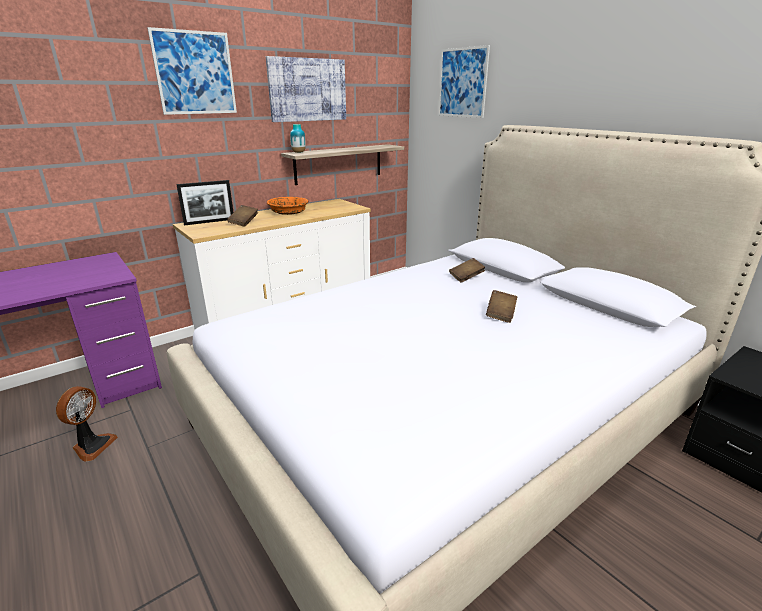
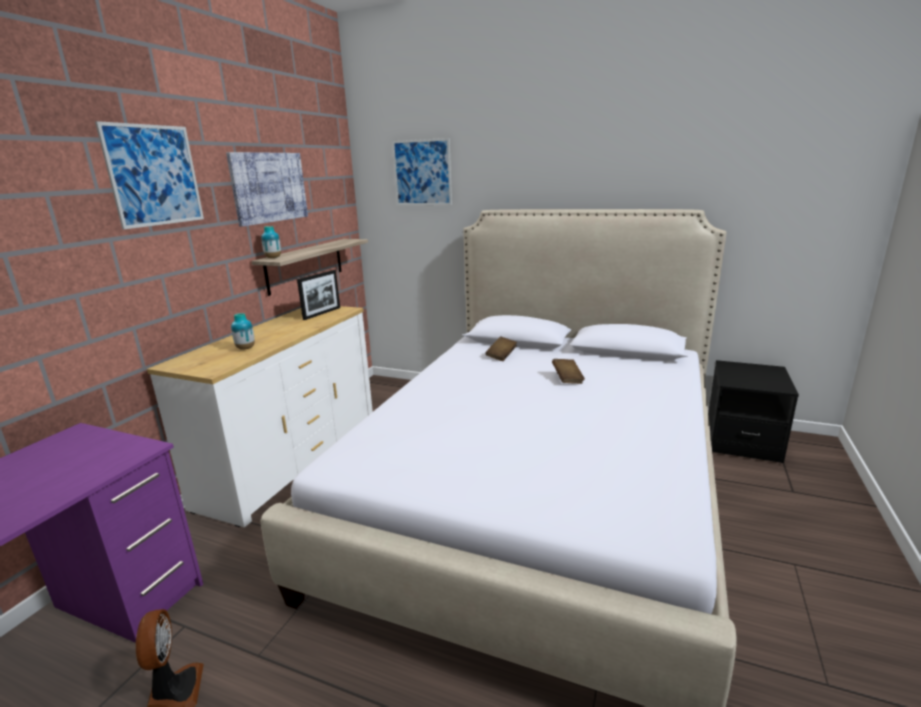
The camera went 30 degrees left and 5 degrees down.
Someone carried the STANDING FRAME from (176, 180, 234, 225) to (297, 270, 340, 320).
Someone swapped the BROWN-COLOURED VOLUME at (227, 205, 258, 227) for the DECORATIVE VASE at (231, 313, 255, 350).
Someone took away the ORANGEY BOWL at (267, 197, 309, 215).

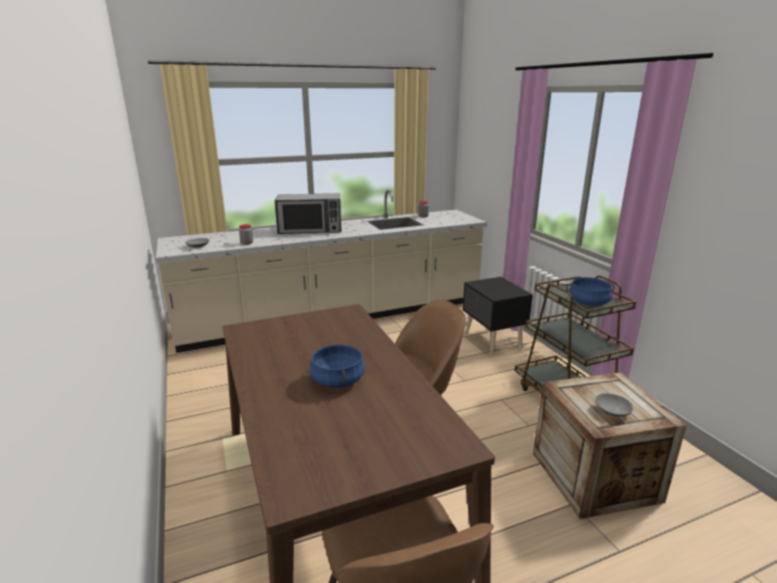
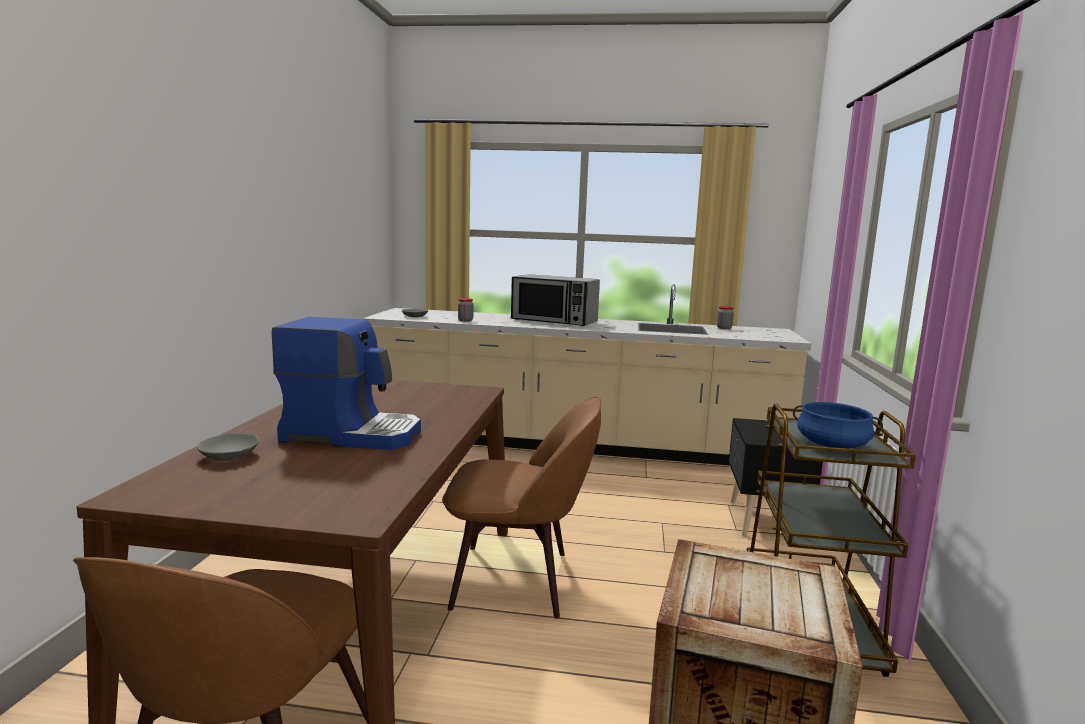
The camera went 30 degrees right and 10 degrees down.
Someone swapped the BLUE-COLOURED SAUCEPOT at (310, 345, 365, 388) for the COFFEE MACHINE at (272, 317, 421, 450).
Someone carried the GRAY BOWL from (595, 393, 634, 417) to (197, 433, 259, 461).

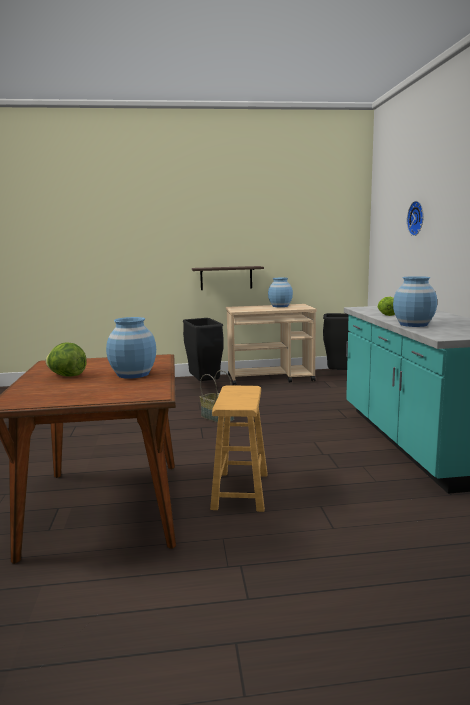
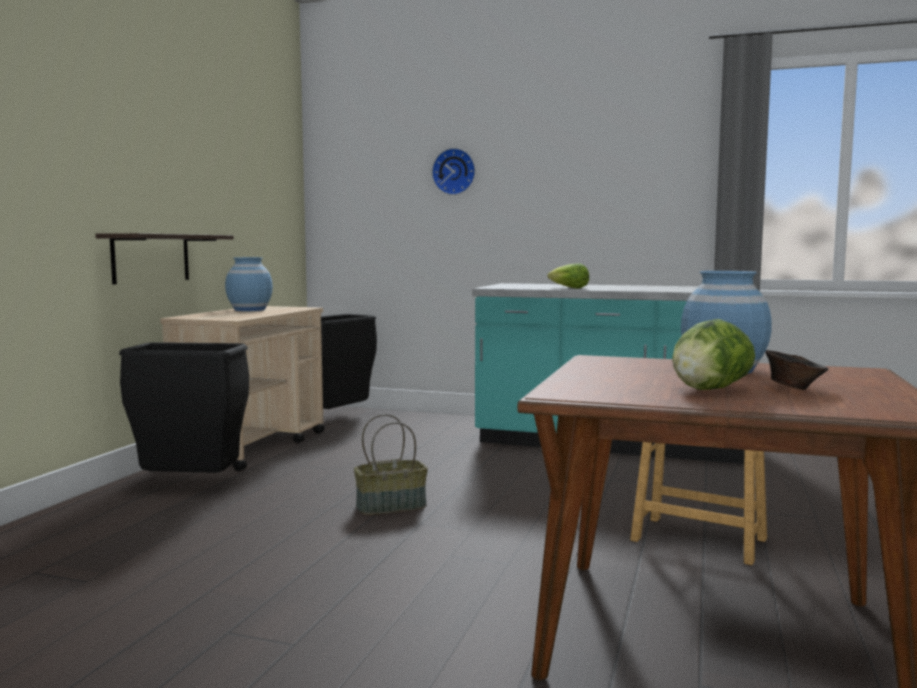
The camera went 65 degrees left and 5 degrees down.
Someone took away the BLUE-COLOURED DECORATIVE VASE at (393, 276, 437, 327).
Someone put down the BROWN-COLOURED BOWL at (765, 350, 828, 390).

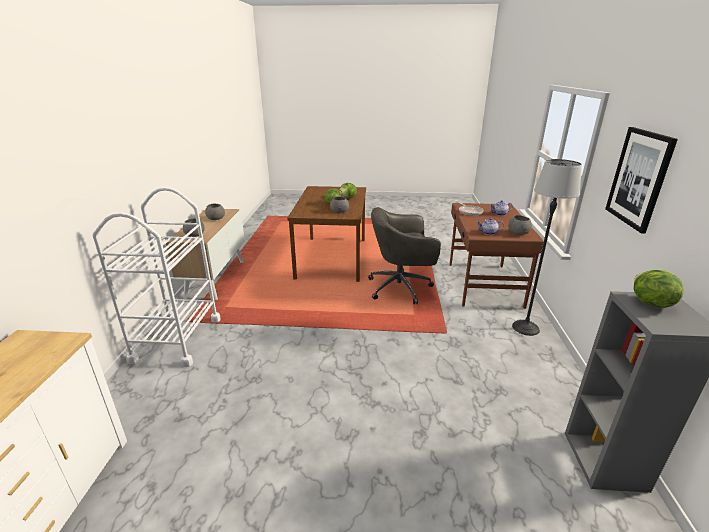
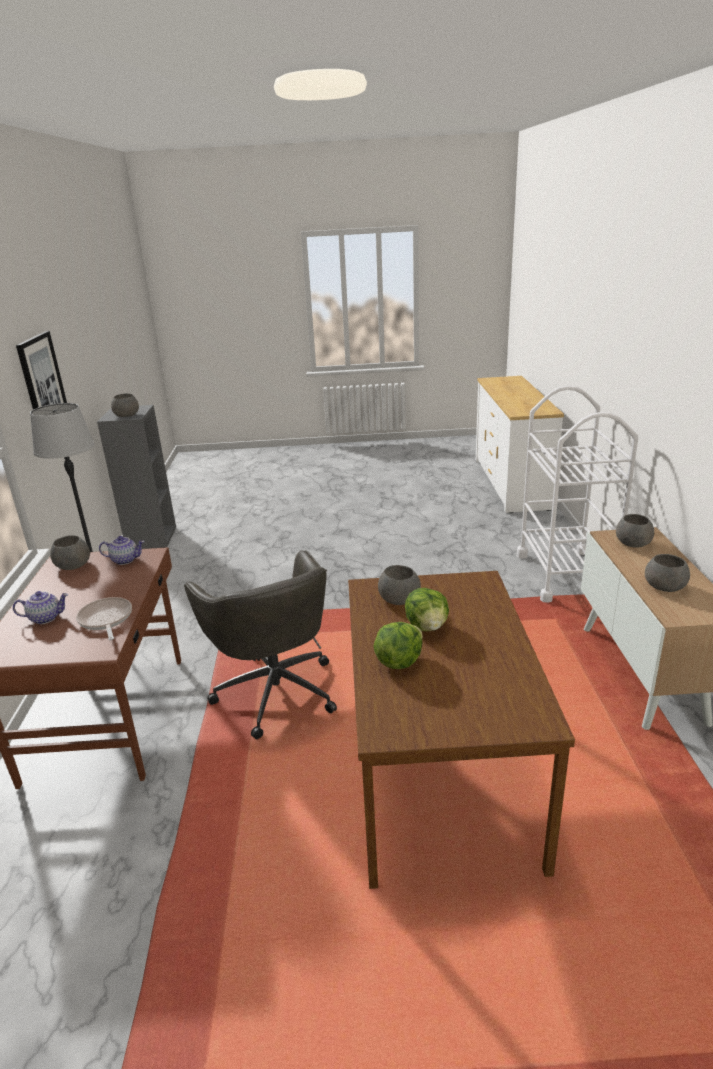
The camera went 175 degrees right and 0 degrees up.
Someone rotated the GRAY OFFICE CHAIR at (368, 207, 441, 304) by 75 degrees clockwise.
Someone swapped the LETTUCE HEAD at (634, 270, 683, 308) for the GRAY BOWL at (111, 393, 139, 417).

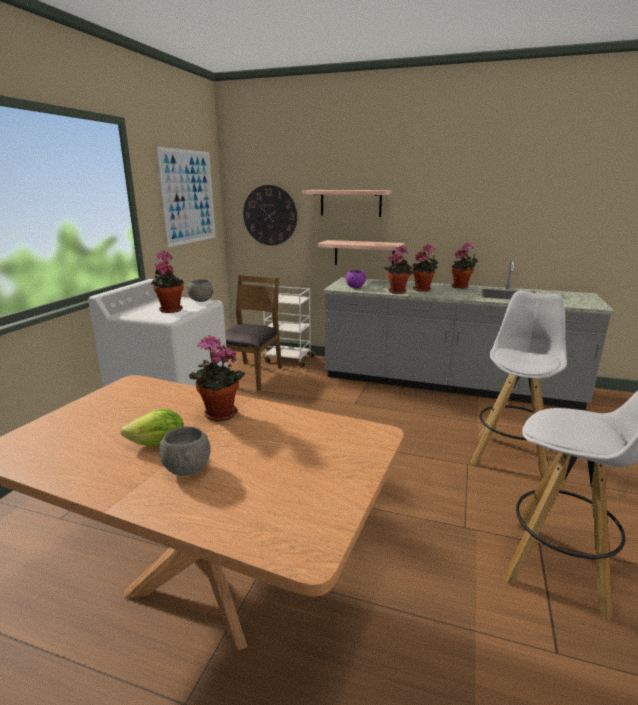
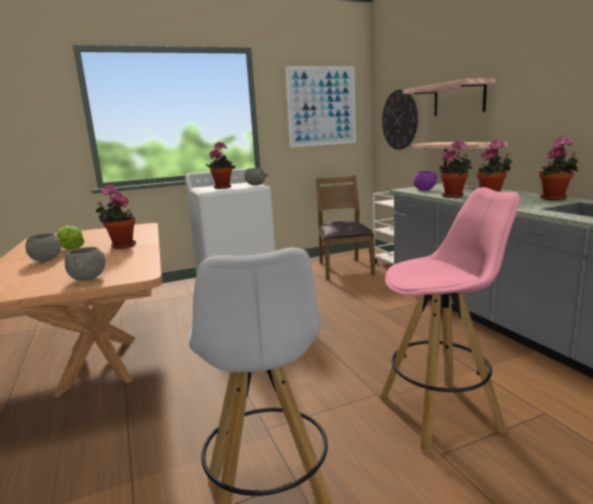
The camera went 50 degrees right and 5 degrees down.
Someone rotated the BROWN-COLOURED UPRIGHT CHAIR at (225, 275, 282, 391) by 75 degrees counterclockwise.
Someone repainted the WHITE-COLOURED SITTING STOOL at (470, 291, 567, 480), which became the PINK SITTING STOOL at (380, 187, 520, 452).
Someone put down the GRAY BOWL at (65, 247, 106, 281).

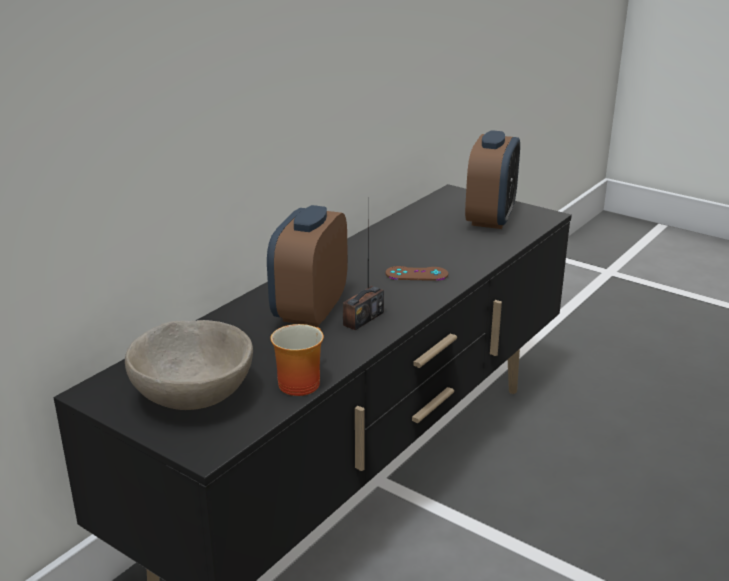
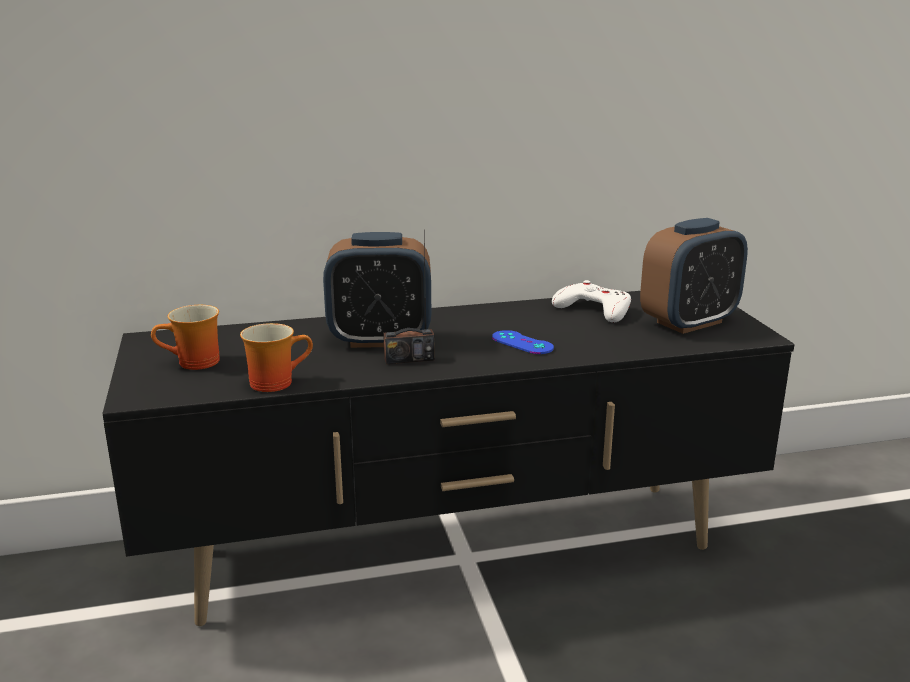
The camera went 40 degrees right and 5 degrees down.
Someone swapped the BEIGE BOWL at (125, 320, 253, 410) for the COFFEE MUG at (151, 305, 220, 370).
Someone rotated the BEDSIDE CLOCK at (267, 205, 348, 327) by 150 degrees counterclockwise.
Someone repainted the BROWN-COLOURED GAMEPAD at (386, 266, 448, 281), which became the BLUE-COLOURED GAMEPAD at (492, 330, 554, 354).
Someone put down the WHITE-COLOURED GAMEPAD at (552, 280, 631, 322).

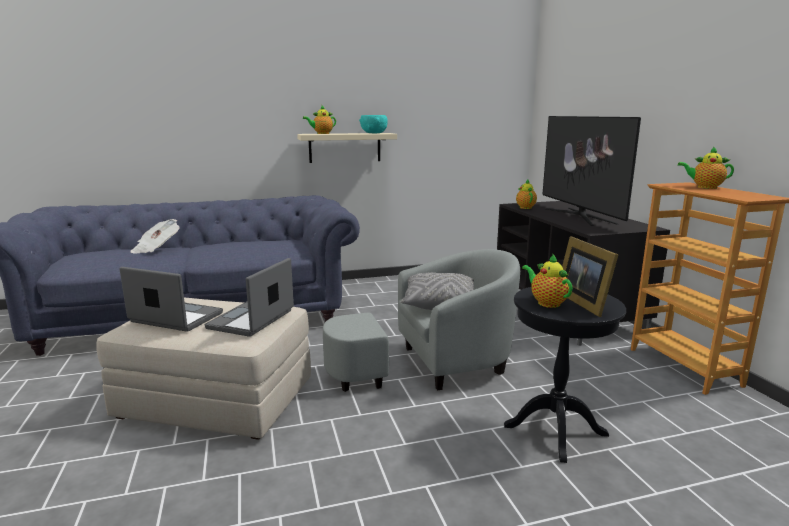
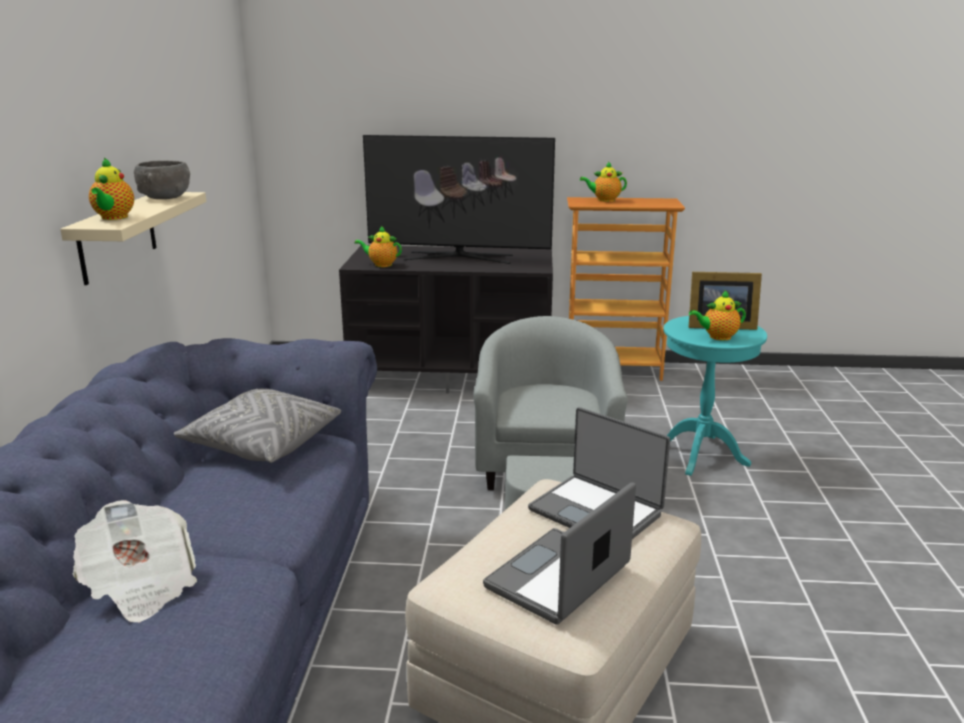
The camera went 70 degrees left and 5 degrees up.
Someone repainted the BLUE-GREEN BOWL at (359, 115, 388, 133), which became the GRAY BOWL at (134, 160, 190, 199).
Someone carried the GRAY THROW PILLOW from (401, 272, 474, 310) to (174, 389, 341, 463).
Someone repainted the BLACK-COLOURED ACCENT TABLE at (504, 287, 626, 463), which became the BLUE-GREEN ACCENT TABLE at (663, 316, 767, 476).
Someone rotated the TEAPOT at (678, 147, 734, 189) by 45 degrees clockwise.

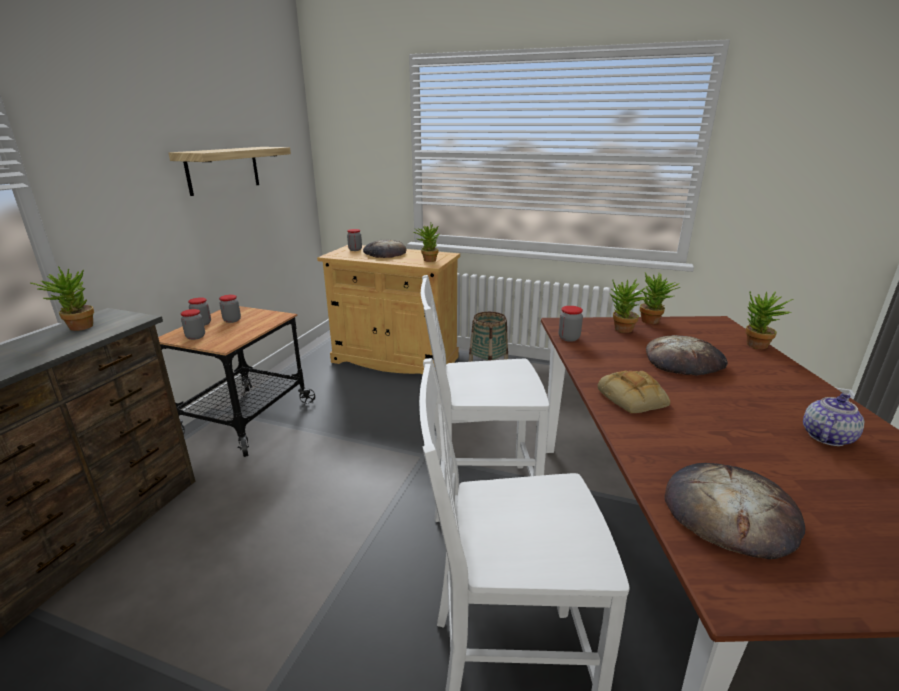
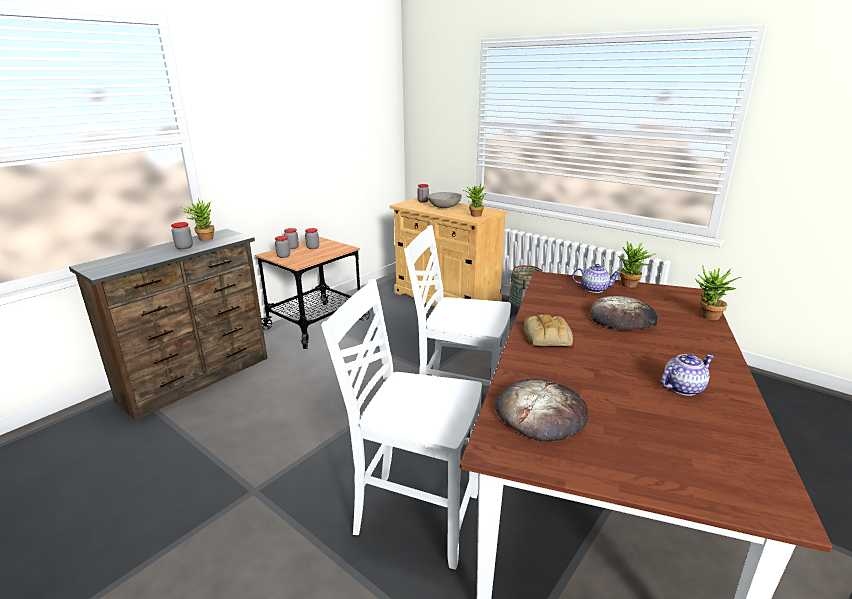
The camera went 20 degrees right and 0 degrees up.
Someone took away the BRACKET SHELF at (168, 147, 291, 196).
Someone swapped the BAKED BREAD at (363, 240, 406, 258) for the GRAY BOWL at (427, 192, 462, 208).
Someone carried the PRESERVE JAR from (559, 306, 583, 342) to (171, 222, 193, 249).
Someone swapped the HOUSEPLANT at (610, 279, 651, 333) for the TEAPOT at (572, 264, 621, 293).

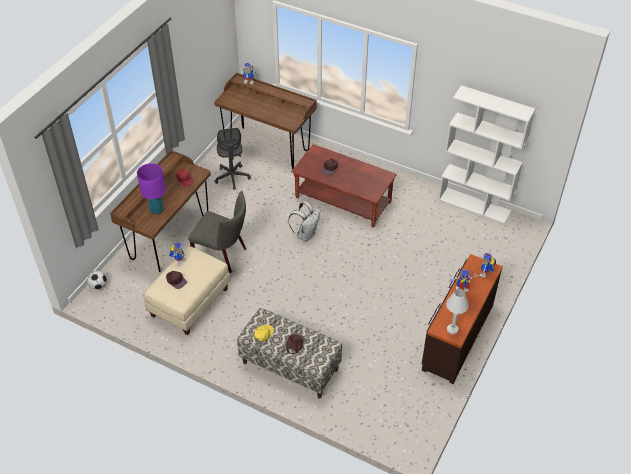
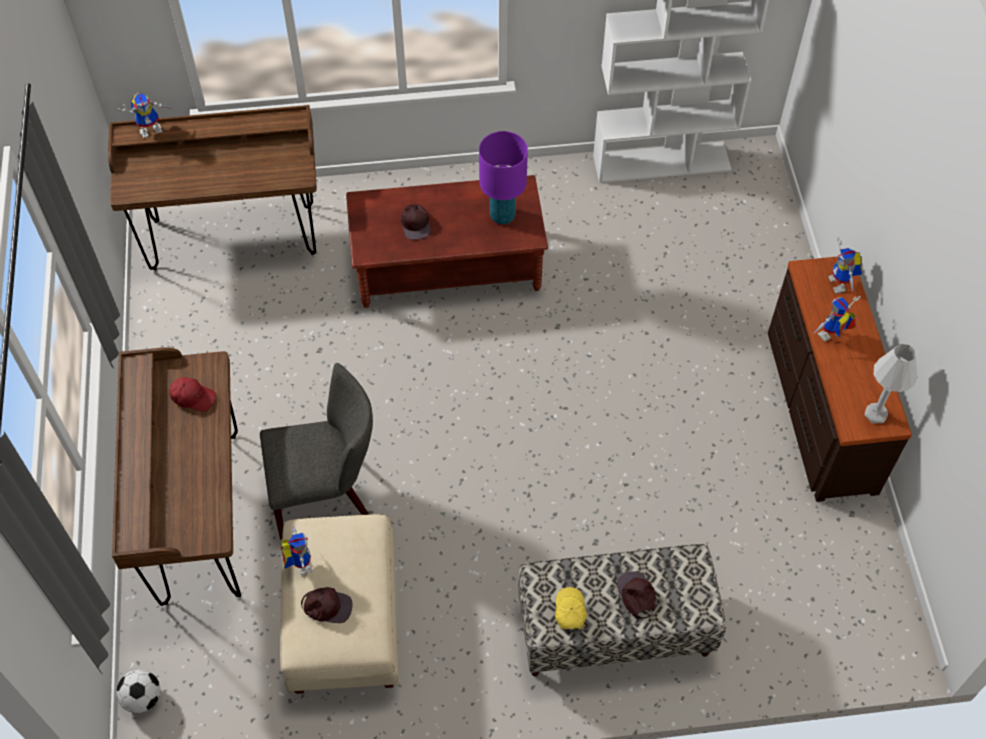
The camera went 35 degrees left and 10 degrees up.
Someone carried the PURPLISH TABLETOP LAMP from (137, 163, 166, 214) to (479, 131, 528, 224).
Someone took away the GRAY OFFICE CHAIR at (215, 128, 251, 190).
Someone took away the WHITE-COLOURED KNAPSACK at (288, 201, 320, 242).

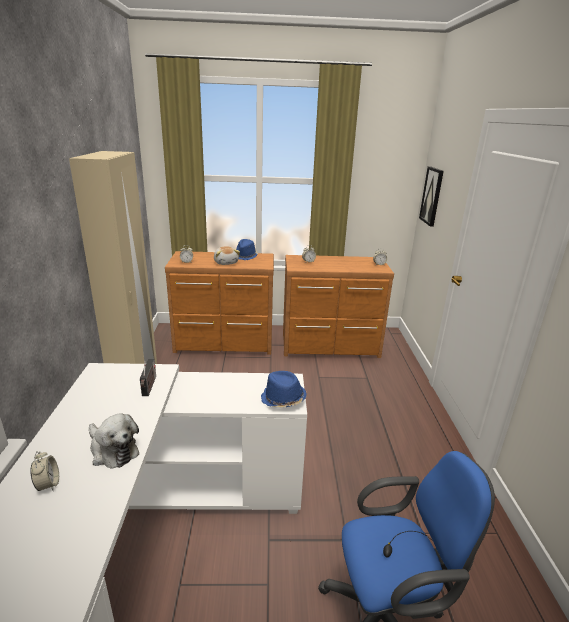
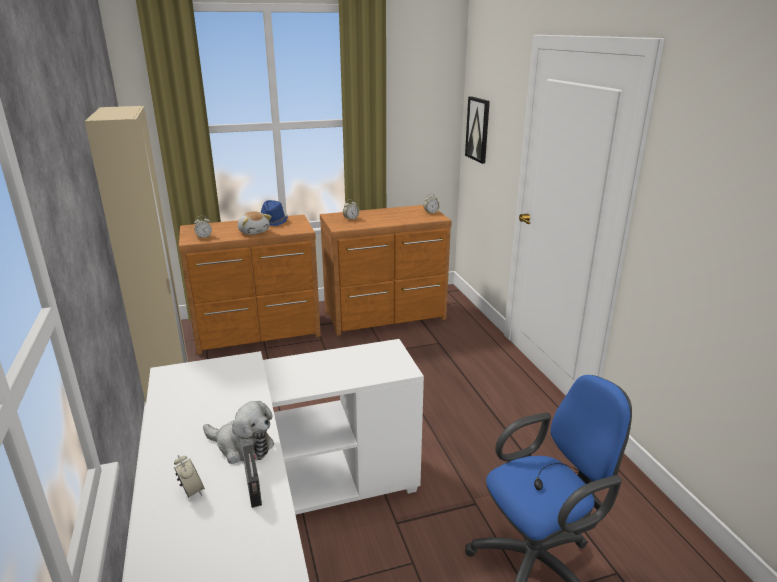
The camera went 15 degrees left and 0 degrees up.
Someone carried the RADIO SET from (140, 359, 156, 396) to (242, 445, 262, 508).
Someone took away the BLUE-COLOURED CLOTHING HAT at (261, 371, 307, 408).

